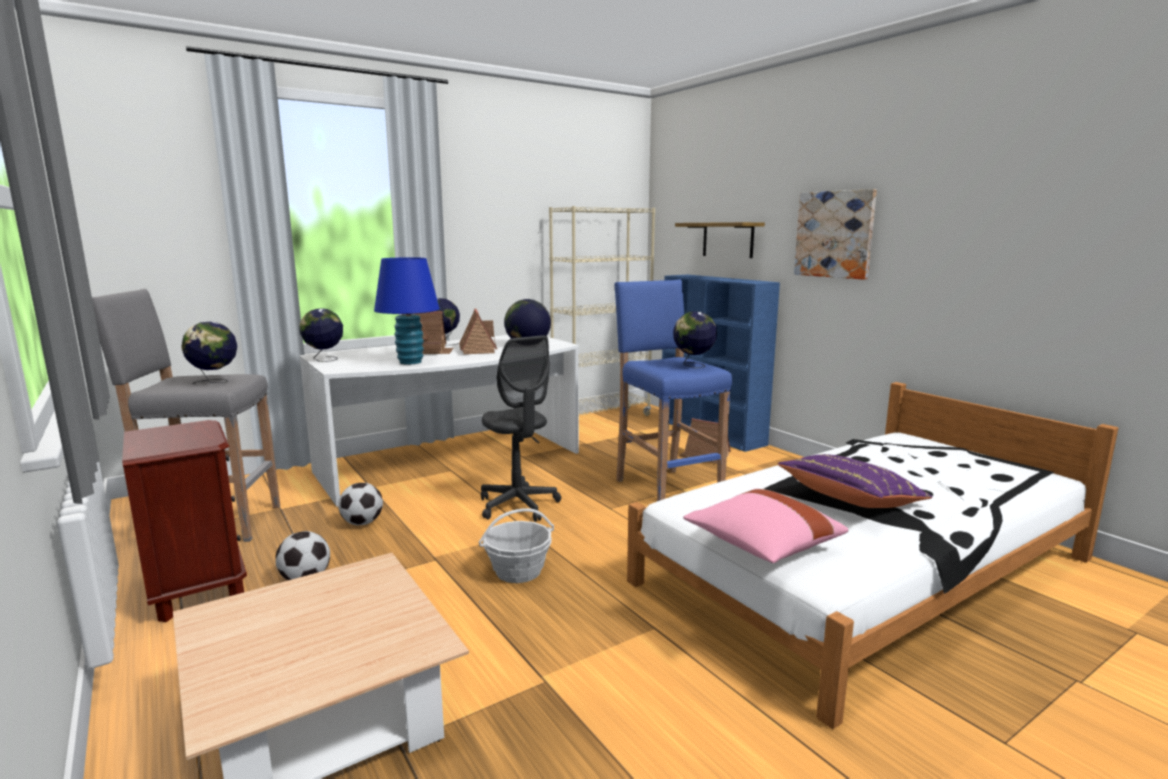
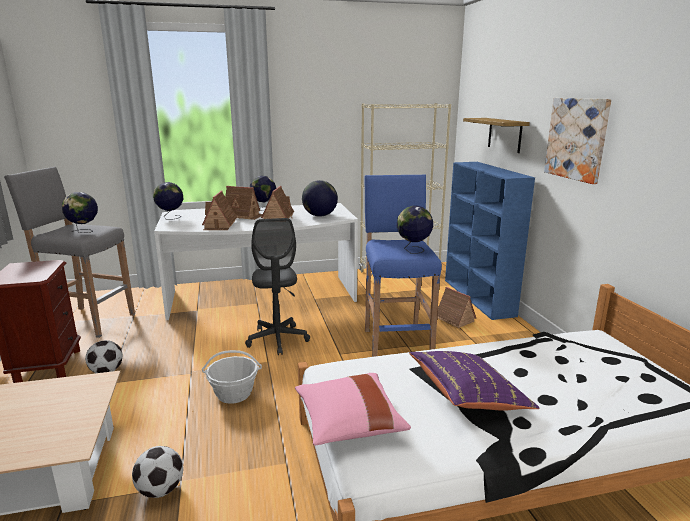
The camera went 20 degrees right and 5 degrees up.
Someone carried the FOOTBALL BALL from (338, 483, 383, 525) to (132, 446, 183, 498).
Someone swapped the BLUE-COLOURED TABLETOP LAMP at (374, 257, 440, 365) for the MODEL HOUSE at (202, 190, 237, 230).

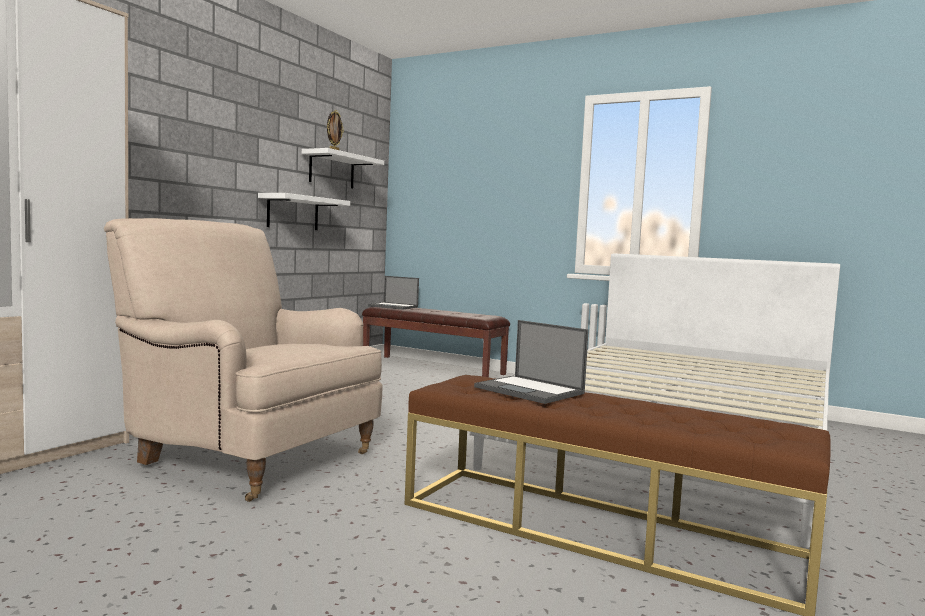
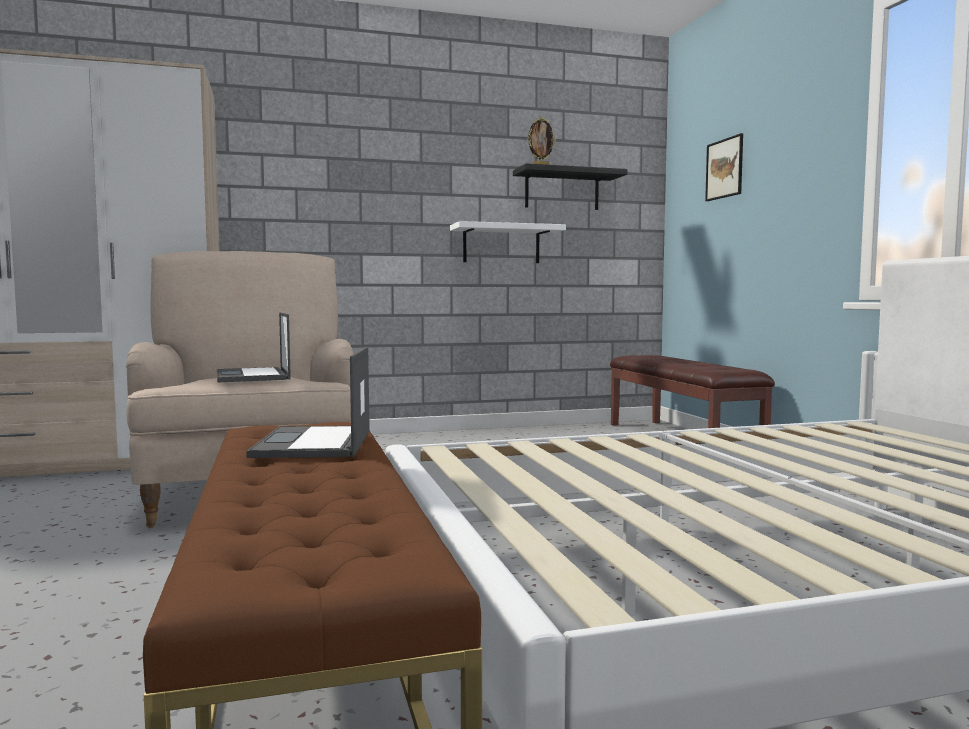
The camera went 45 degrees right and 0 degrees up.
Someone repainted the WHITE-COLOURED BRACKET SHELF at (302, 148, 384, 189), which became the BLACK-COLOURED BRACKET SHELF at (513, 164, 627, 210).
Someone carried the PORTABLE COMPUTER from (368, 276, 419, 310) to (217, 313, 291, 382).
Someone put up the WALL ART at (705, 133, 743, 201).

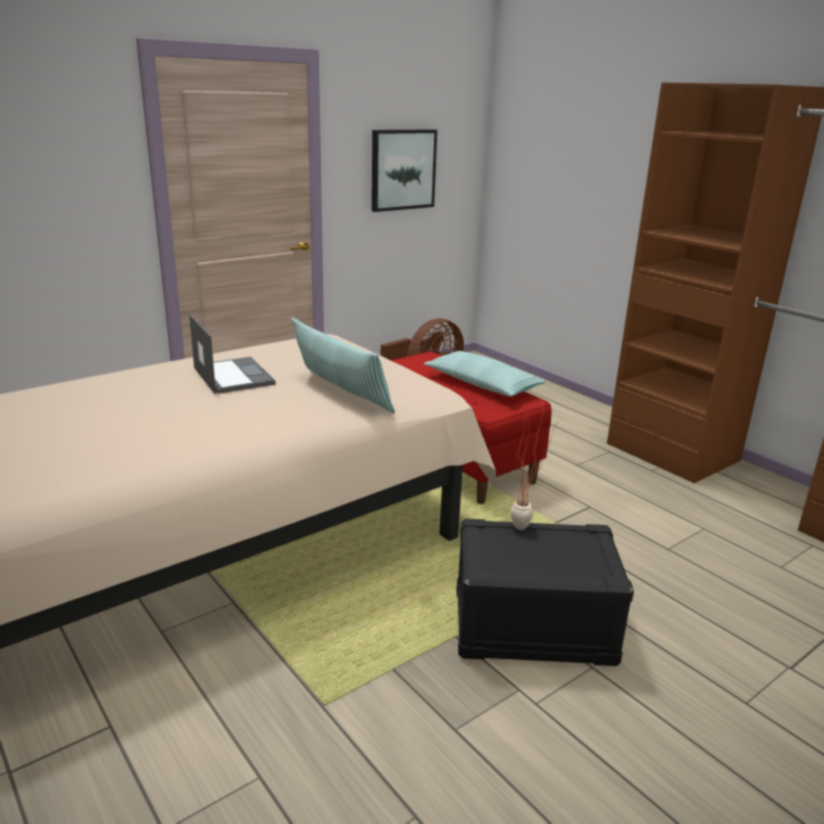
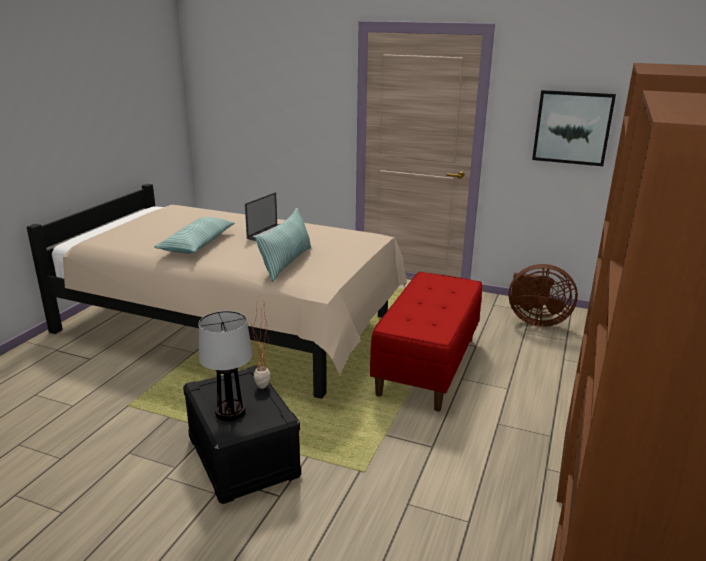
The camera went 60 degrees right and 0 degrees up.
Someone carried the THROW PILLOW from (424, 351, 546, 397) to (154, 217, 235, 254).
Someone put down the TABLETOP LAMP at (199, 311, 252, 421).

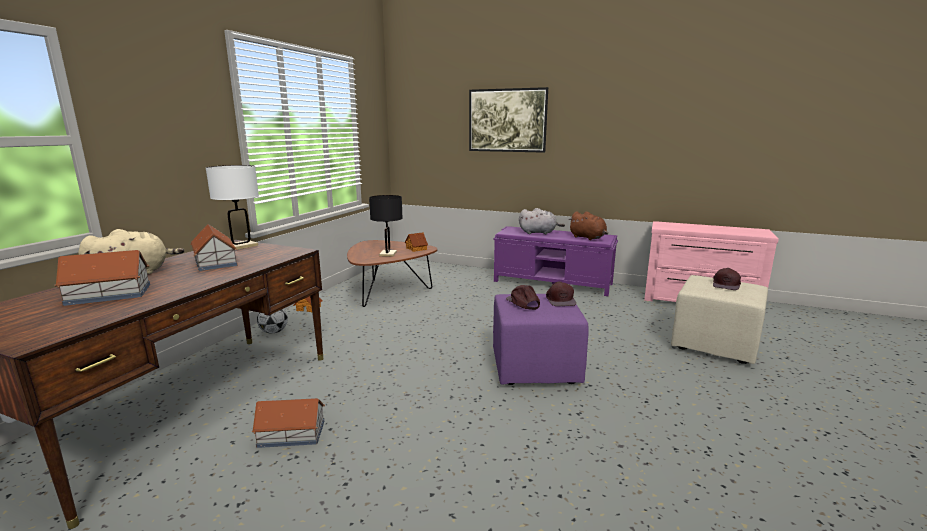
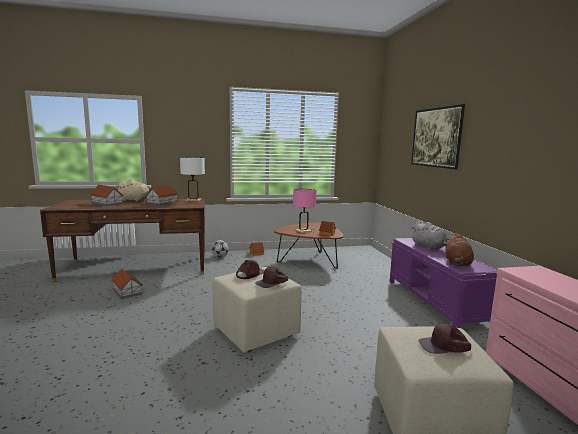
The camera went 55 degrees right and 5 degrees down.
Someone repainted the BLACK-COLOURED TABLETOP LAMP at (369, 195, 403, 257), which became the PINK TABLETOP LAMP at (293, 189, 317, 233).
Someone repainted the PURPLISH OTTOMAN at (493, 294, 589, 385), which became the BEIGE OTTOMAN at (212, 267, 301, 352).

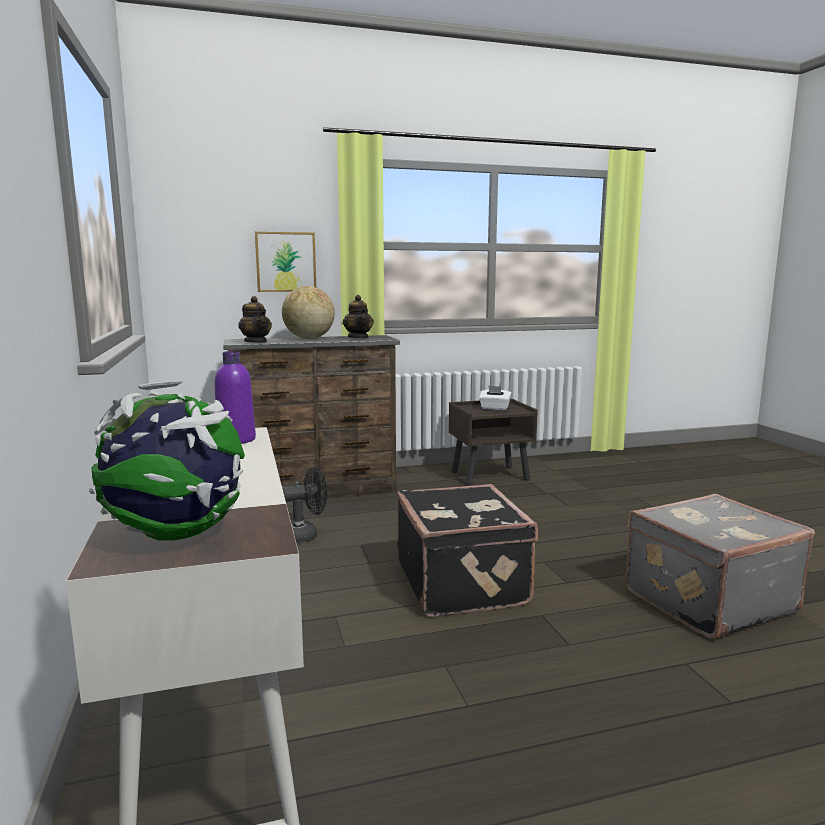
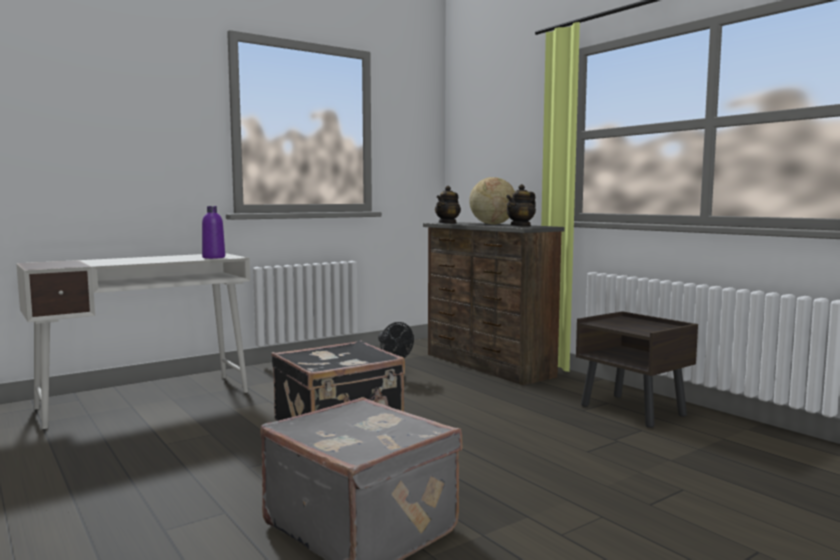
The camera went 70 degrees right and 5 degrees down.
Someone took away the WORLD GLOBE at (89, 380, 245, 541).
Someone took away the WALL ART at (255, 232, 316, 292).
Someone took away the WHITE-COLOURED TISSUE BOX at (479, 385, 511, 410).

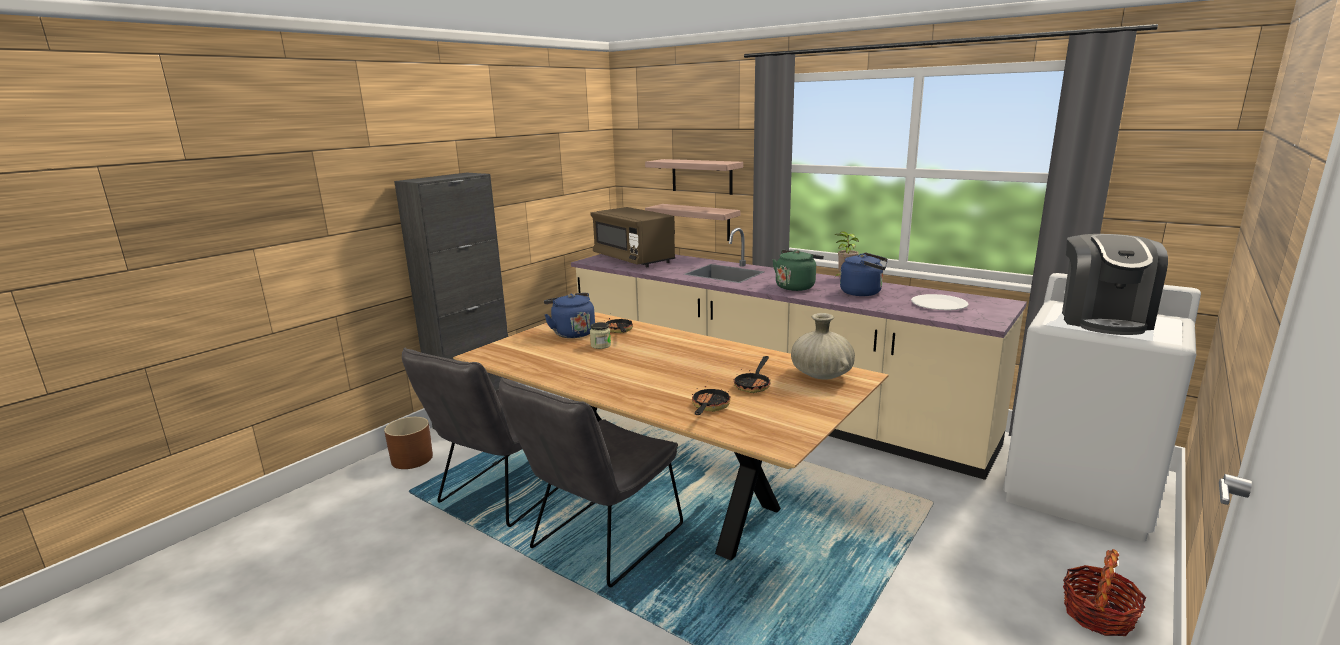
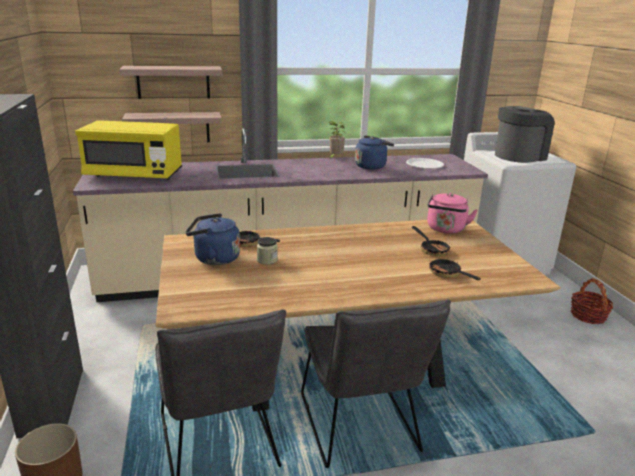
The camera went 50 degrees left and 5 degrees up.
Someone repainted the BROWN-COLOURED MICROWAVE OVEN at (590, 207, 675, 267), which became the YELLOW-COLOURED MICROWAVE OVEN at (75, 120, 182, 180).
Someone took away the GREENISH TEA KETTLE at (772, 250, 824, 291).
Someone swapped the BEIGE DECORATIVE VASE at (791, 313, 855, 380) for the PINK TEA KETTLE at (427, 193, 478, 234).
Someone rotated the COFFEE MACHINE at (1062, 234, 1168, 335) by 90 degrees counterclockwise.

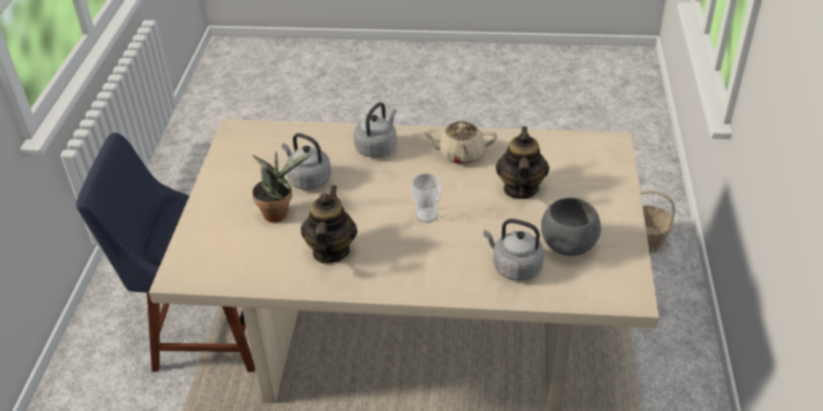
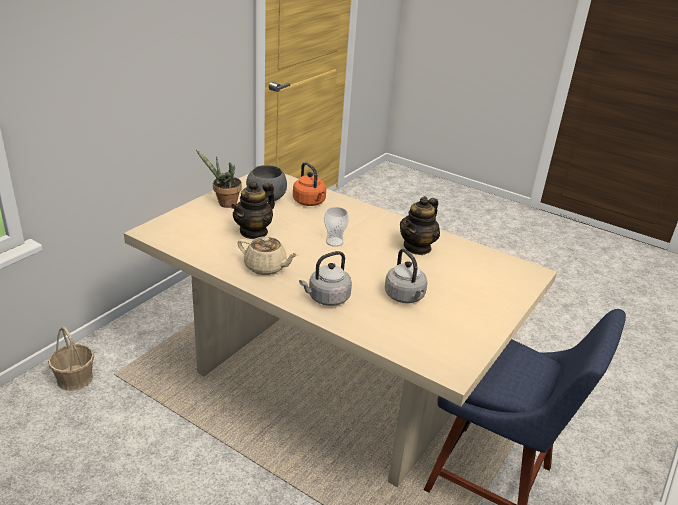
The camera went 155 degrees left and 10 degrees down.
Someone carried the HOUSEPLANT from (252, 152, 313, 222) to (196, 150, 242, 208).
Someone repainted the GRAY TEA KETTLE at (483, 219, 544, 281), which became the ORANGEY TEA KETTLE at (293, 162, 326, 206).

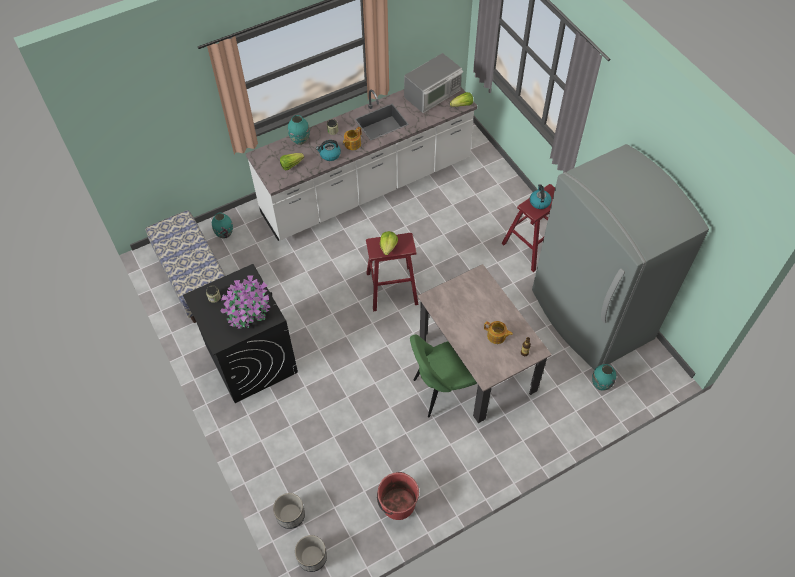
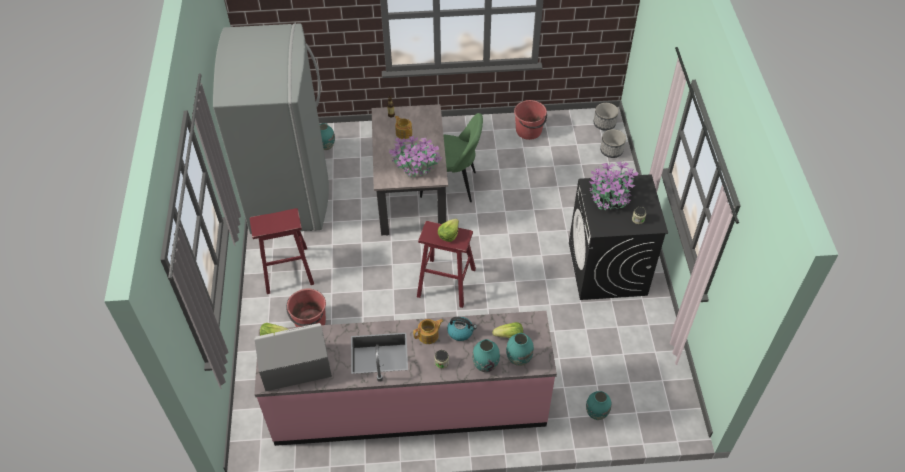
The camera went 155 degrees left and 5 degrees down.
Someone took away the INDOOR BENCH at (146, 210, 226, 323).
Someone repainted the WHITE-COLOURED KITCHEN COUNTER at (246, 87, 478, 241), which became the PINK KITCHEN COUNTER at (254, 311, 557, 446).
Someone took away the TEA KETTLE at (530, 184, 551, 209).
Someone put down the RED-COLOURED BUCKET at (286, 289, 326, 327).
Someone put down the HOUSEPLANT at (389, 136, 442, 178).
Someone put down the BLUE-GREEN DECORATIVE VASE at (506, 333, 534, 366).

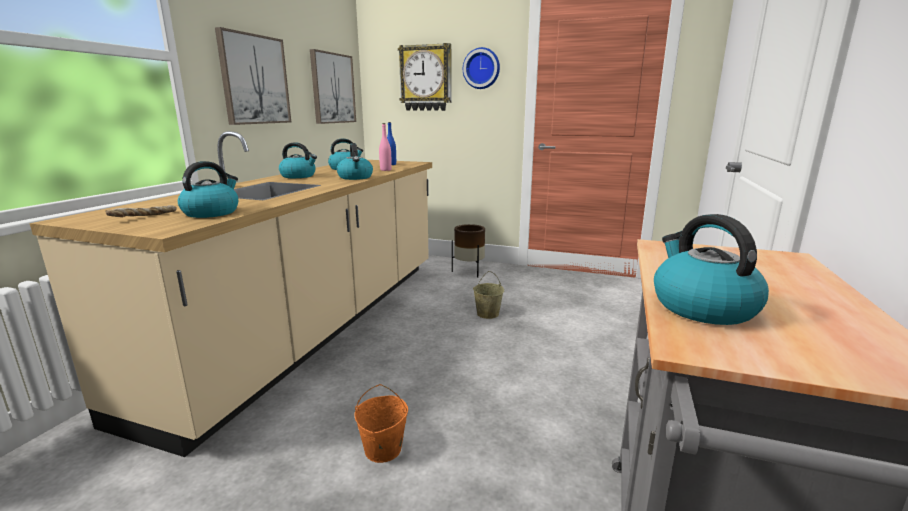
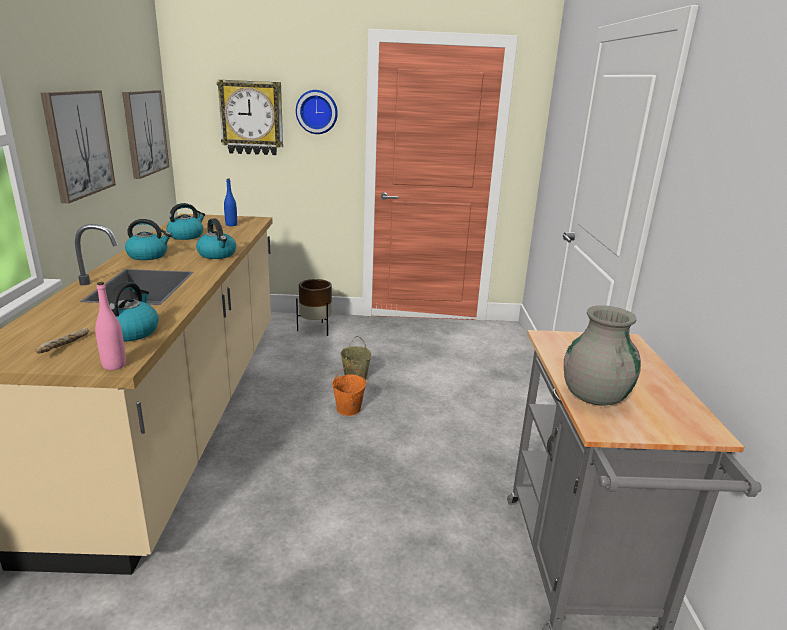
The camera went 20 degrees left and 5 degrees up.
Someone carried the ORANGEY BUCKET from (355, 384, 408, 463) to (332, 365, 366, 416).
Someone carried the PINK BOTTLE from (379, 123, 392, 171) to (95, 282, 126, 370).
Someone swapped the TEA KETTLE at (654, 214, 769, 325) for the GRAY DECORATIVE VASE at (564, 305, 641, 406).

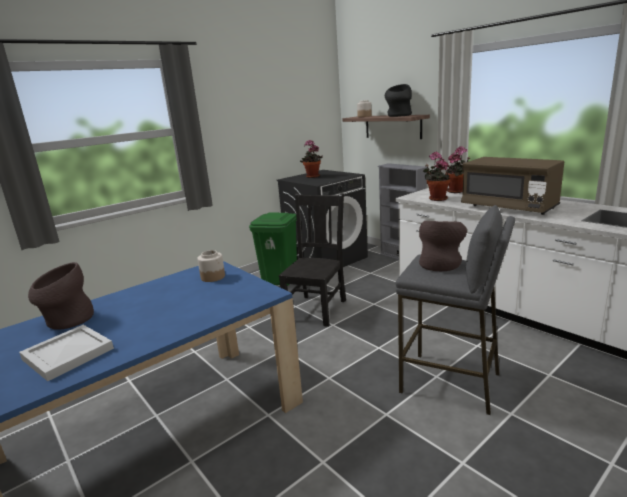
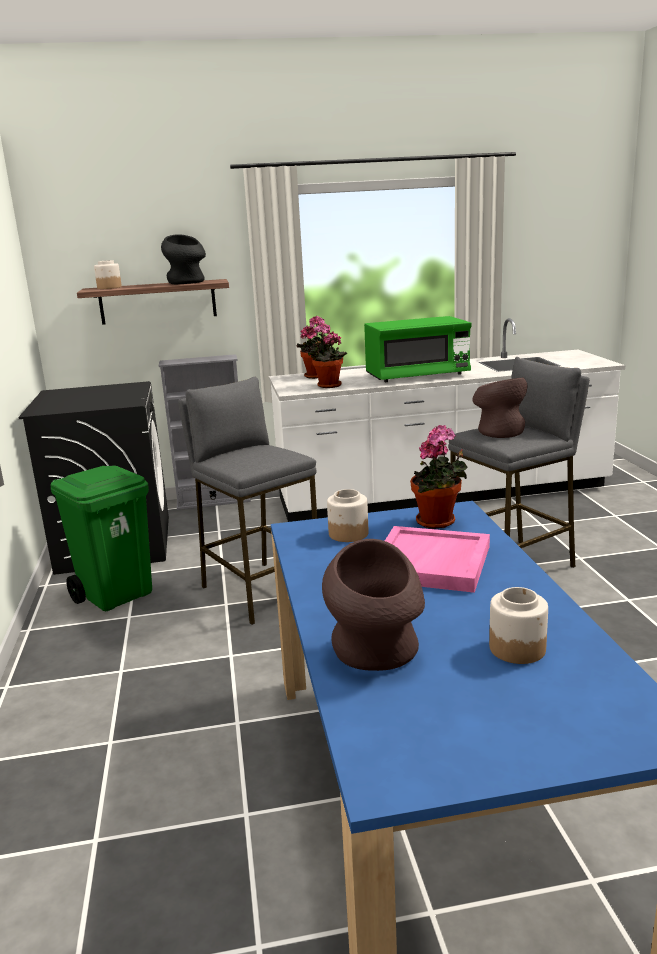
The camera went 60 degrees left and 0 degrees up.
Someone swapped the WHITE-COLOURED CARRYING TRAY at (19, 325, 114, 381) for the PRESERVE JAR at (489, 587, 548, 664).
Someone swapped the BLACK-COLOURED UPRIGHT CHAIR at (279, 193, 346, 327) for the GRAY SITTING STOOL at (178, 377, 317, 625).
Someone carried the HOUSEPLANT from (300, 140, 323, 178) to (410, 425, 468, 529).
Someone repainted the BROWN-COLOURED MICROWAVE OVEN at (461, 157, 564, 215), which became the GREENISH MICROWAVE OVEN at (364, 316, 471, 382).
Someone put down the PINK CARRYING TRAY at (385, 526, 490, 593).

